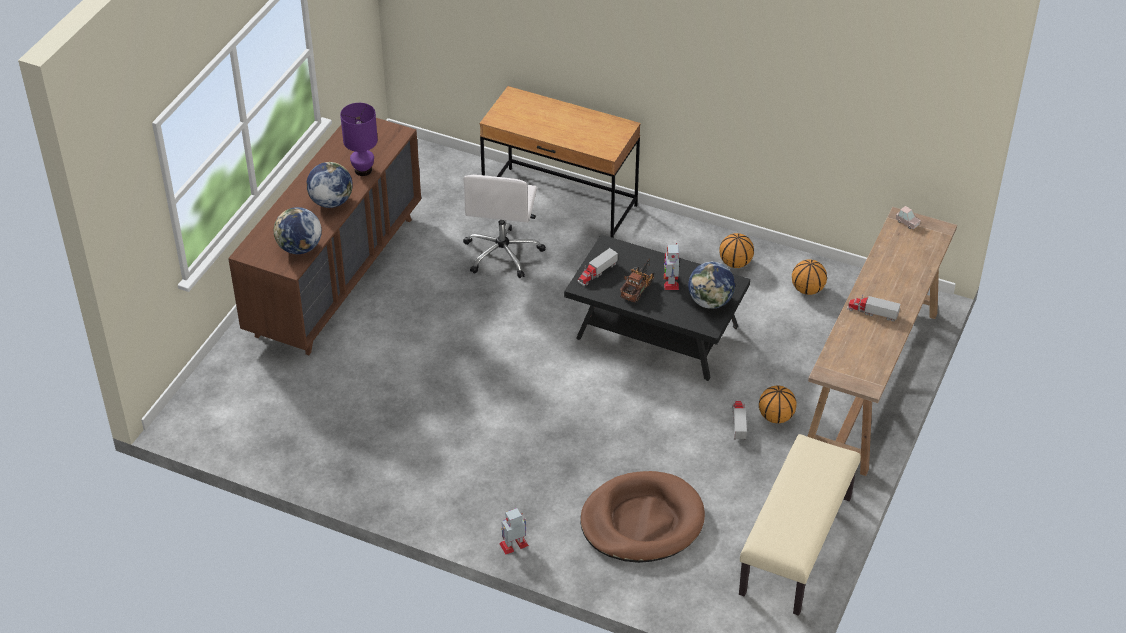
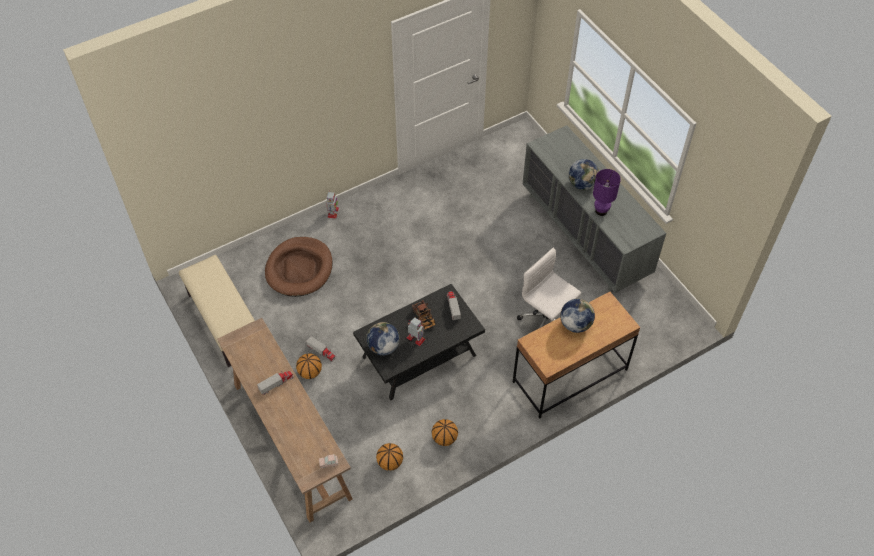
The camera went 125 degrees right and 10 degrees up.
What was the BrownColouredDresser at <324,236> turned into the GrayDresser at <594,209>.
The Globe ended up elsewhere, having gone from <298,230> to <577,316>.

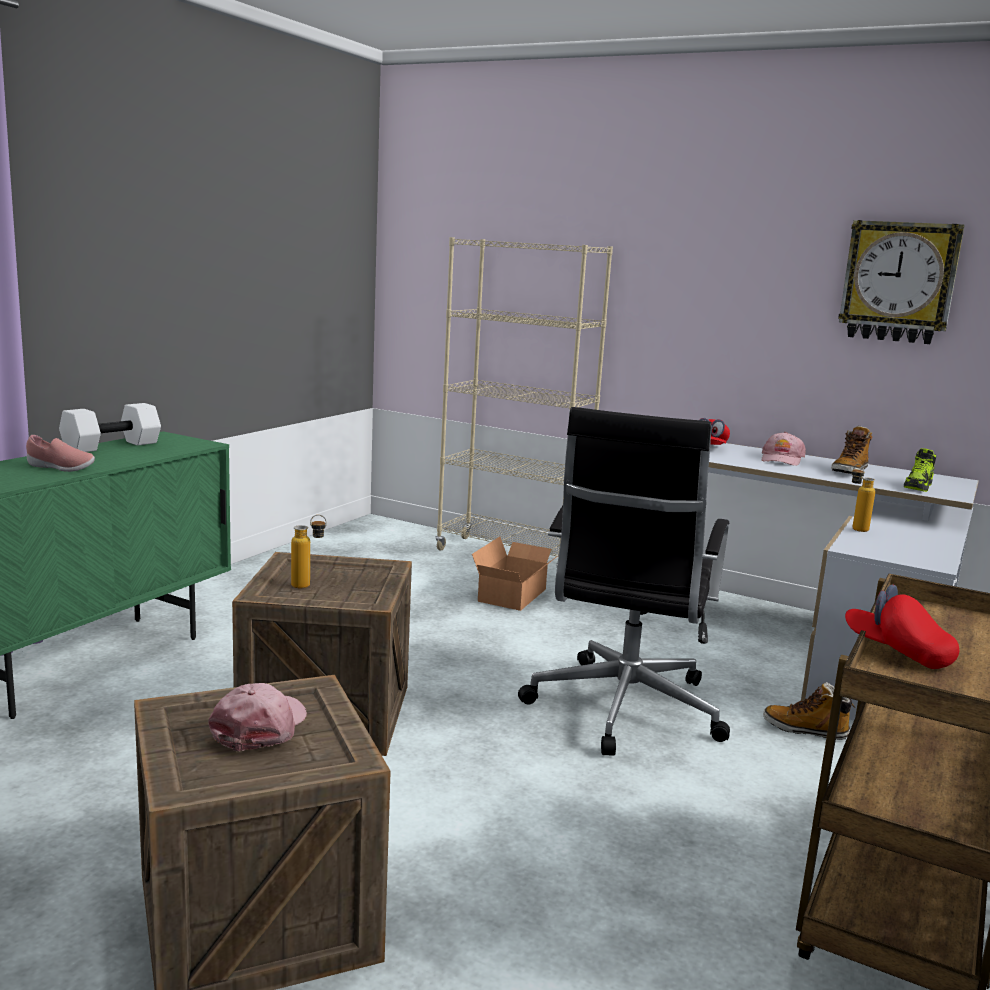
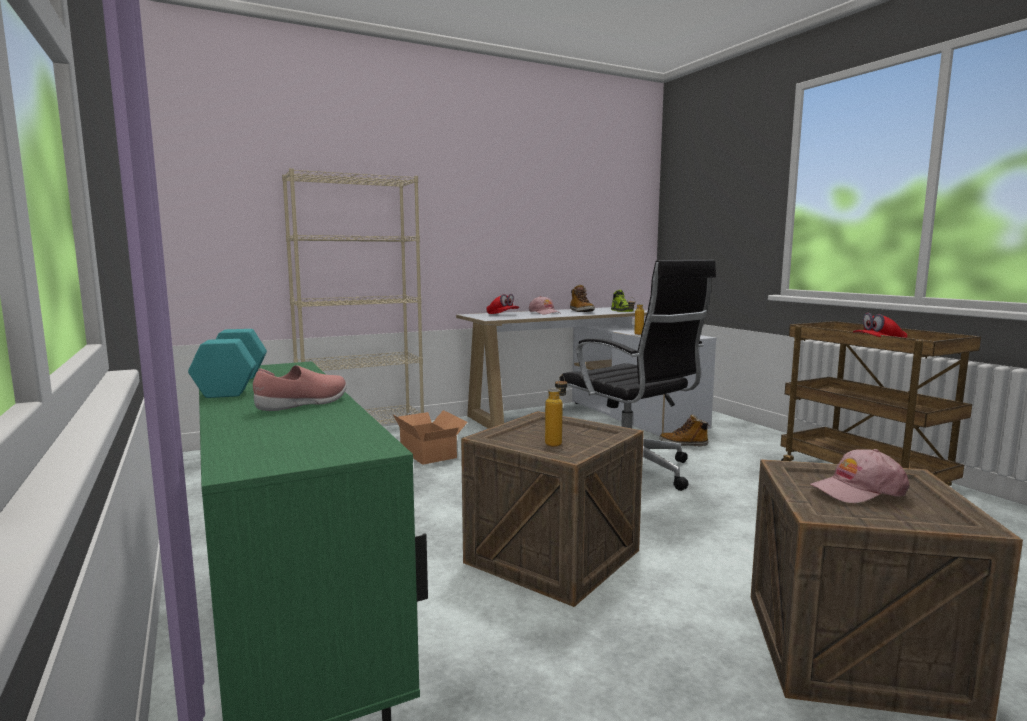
The camera went 55 degrees left and 5 degrees down.
What was the WhitishDumbbell at <110,427> turned into the TurquoiseColouredDumbbell at <227,363>.
The Boot at <809,711> ended up facing another way, 45 degrees clockwise from before.
The PinkishPeakedCap at <257,717> ended up facing another way, 60 degrees counterclockwise from before.
The second view lost the ClockOnTheWall at <901,282>.

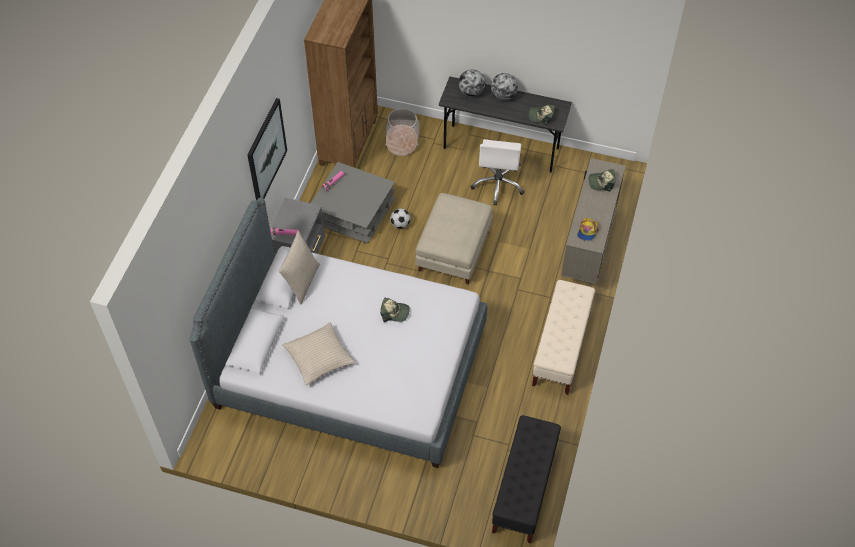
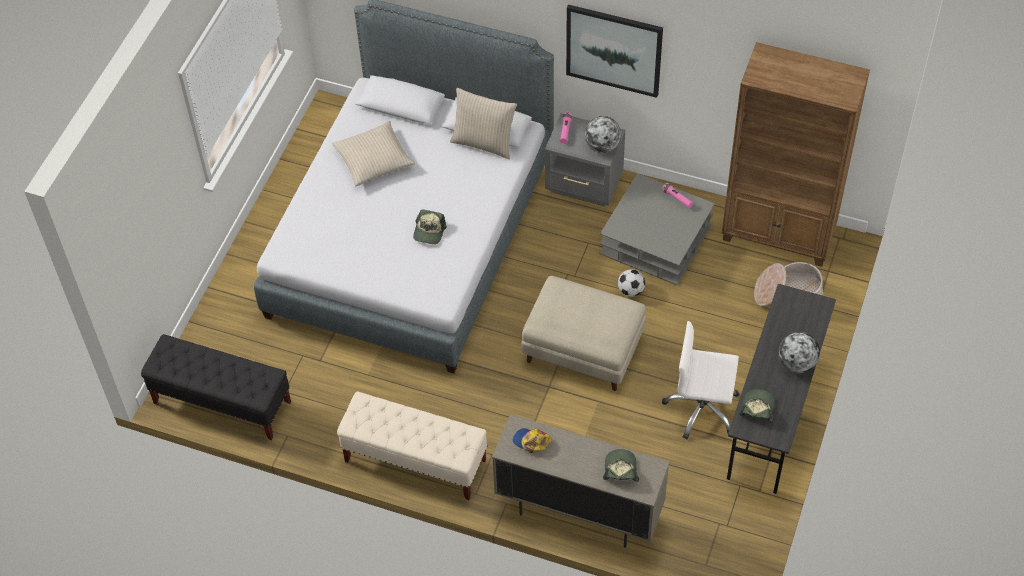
The camera went 95 degrees right and 0 degrees up.
The Globe ended up elsewhere, having gone from <472,83> to <602,134>.

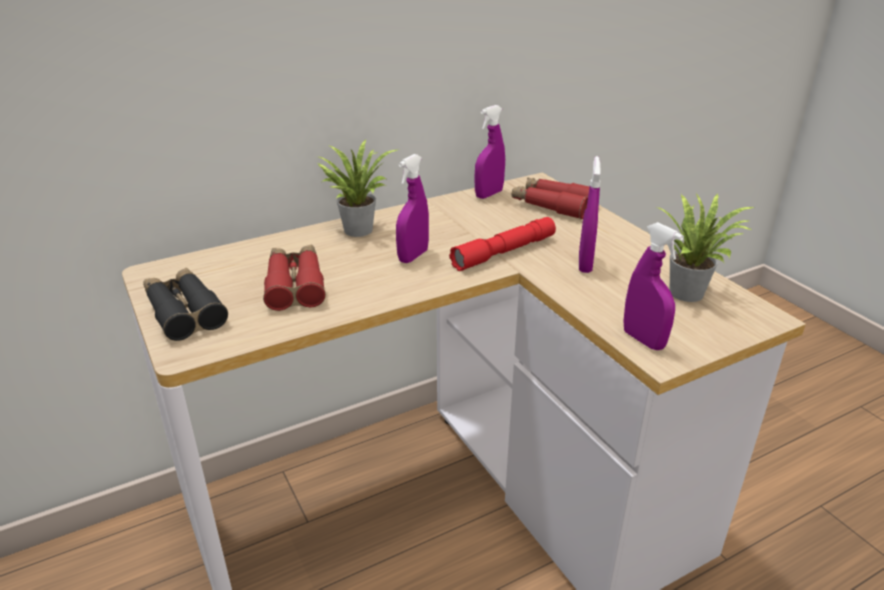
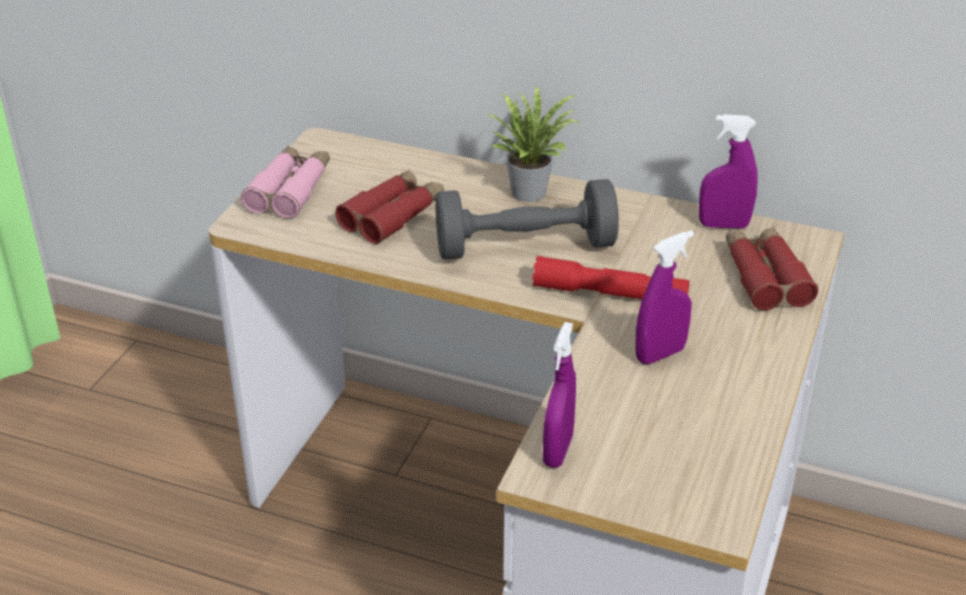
The camera went 50 degrees right and 5 degrees up.
What was the BlackPairOfBinoculars at <185,304> turned into the PinkishPairOfBinoculars at <285,182>.
Where the PurpleColouredSprayer stood at <412,208>, the GrayDumbbell came to stand at <527,219>.
The second view lost the Houseplant at <705,247>.

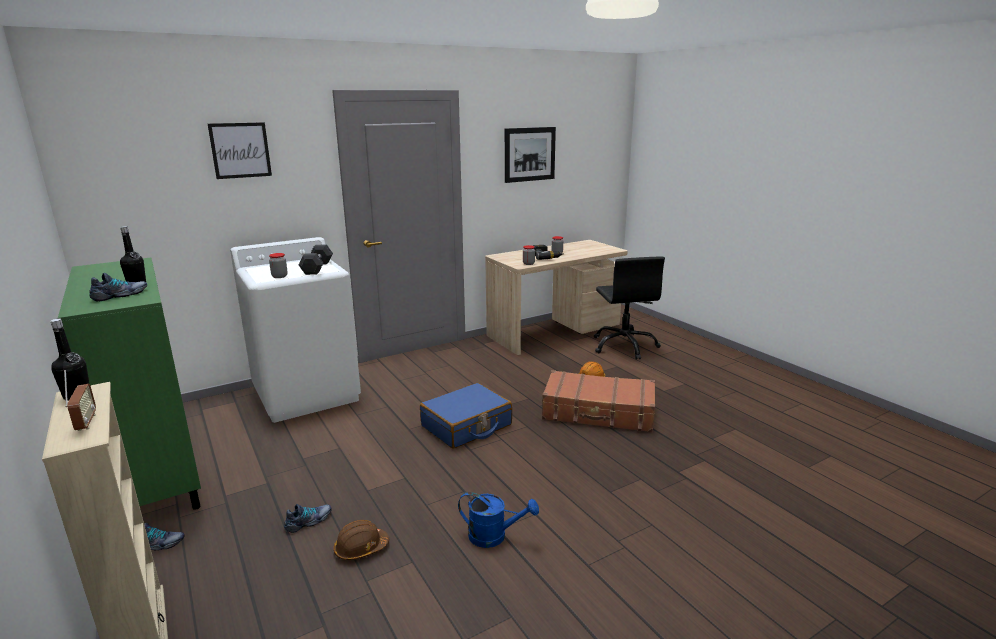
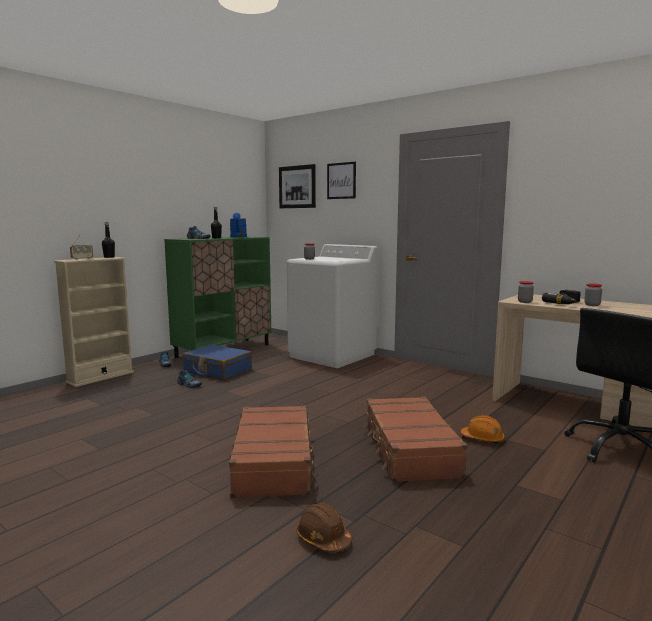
The camera went 70 degrees right and 10 degrees down.
The BlueColouredTravelCase ended up elsewhere, having gone from <466,416> to <217,362>.
The second view gained the BrownColouredTravelCase at <273,451>.
The BlueColouredWateringPot ended up elsewhere, having gone from <498,520> to <238,225>.
The Picture ended up elsewhere, having gone from <530,155> to <297,186>.
The BrownColouredSafetyHelmet ended up elsewhere, having gone from <361,540> to <324,527>.
The second view lost the GrayDumbbell at <316,259>.

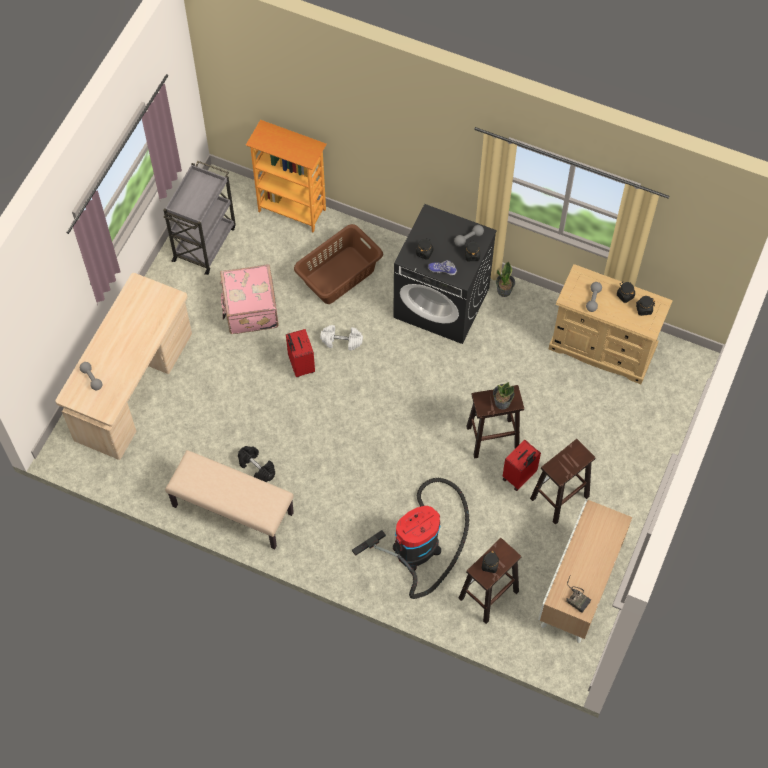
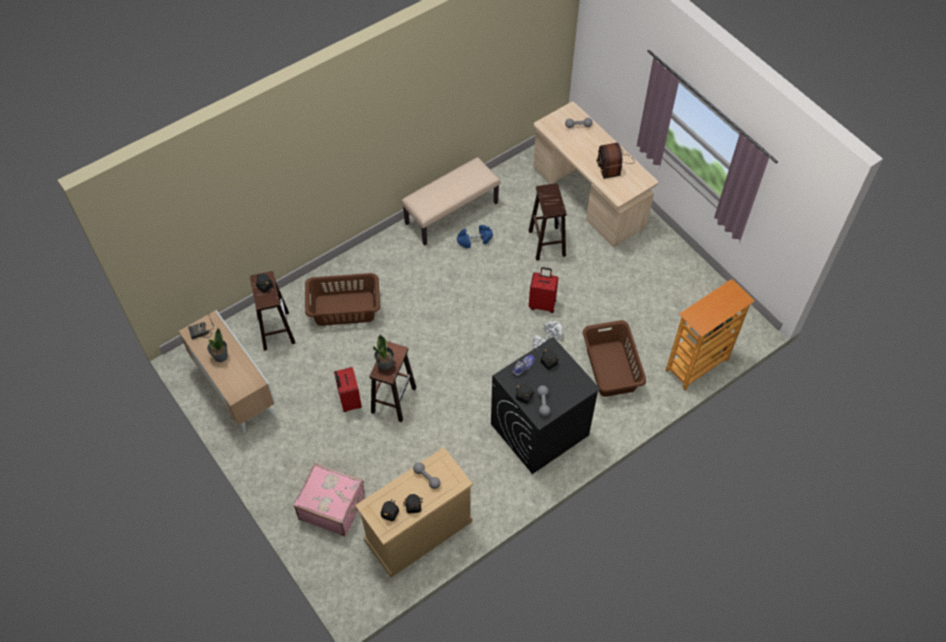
The camera went 120 degrees right and 5 degrees down.
The Houseplant ended up elsewhere, having gone from <505,279> to <217,345>.
The PinkishTravelCase ended up elsewhere, having gone from <249,299> to <329,499>.
Where the Vacuum stood at <410,538>, the BrownColouredWashingBasket came to stand at <342,299>.
What was the BlackDumbbell at <256,464> turned into the BlueColouredDumbbell at <475,236>.
The BrownColouredStool ended up elsewhere, having gone from <562,482> to <547,222>.
The second view gained the RadioSet at <616,161>.
The second view lost the GrayWheeledCart at <199,218>.

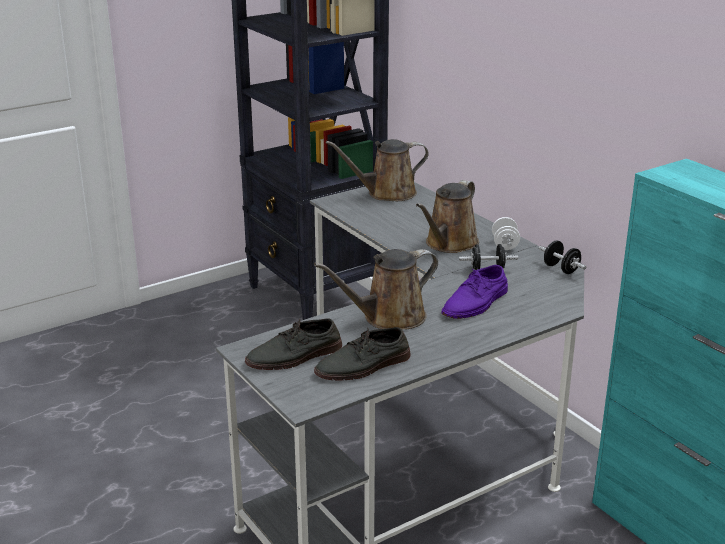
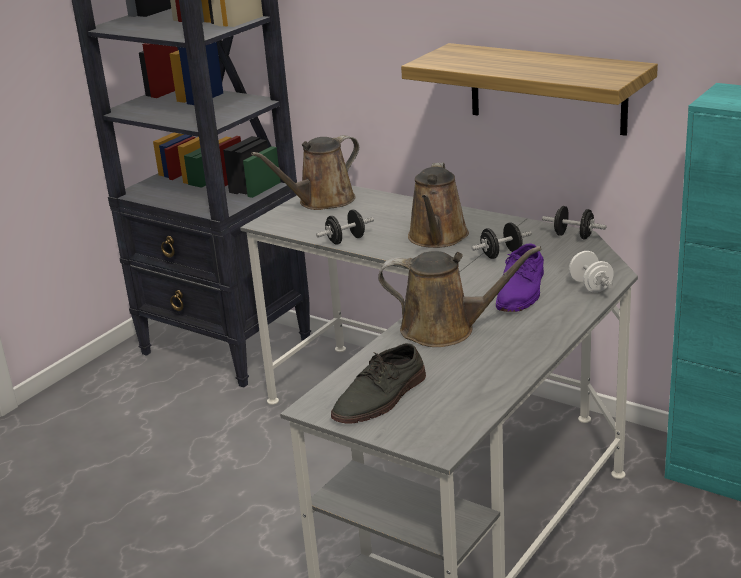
The camera went 20 degrees left and 0 degrees up.
The second view gained the BlackDumbbell at <345,227>.
The BrownColouredWateringPot at <376,289> ended up facing another way, 120 degrees counterclockwise from before.
The second view gained the Shelf at <529,89>.
The WhitishDumbbell ended up elsewhere, having gone from <506,233> to <591,272>.
The second view lost the GrayShoe at <362,353>.

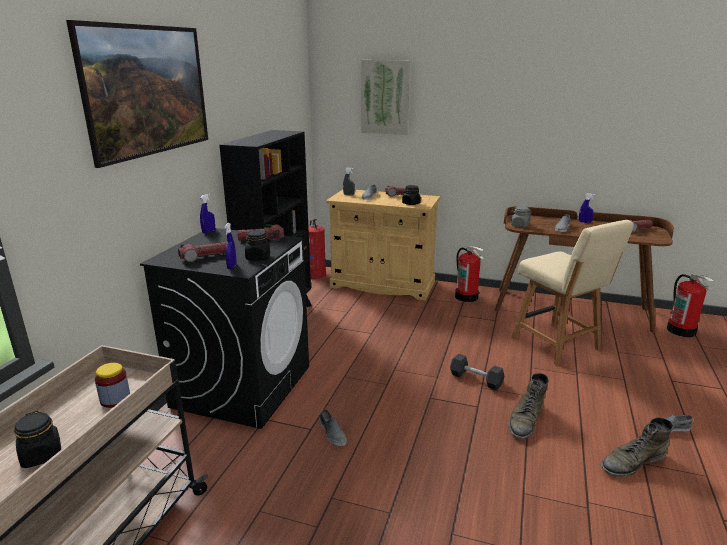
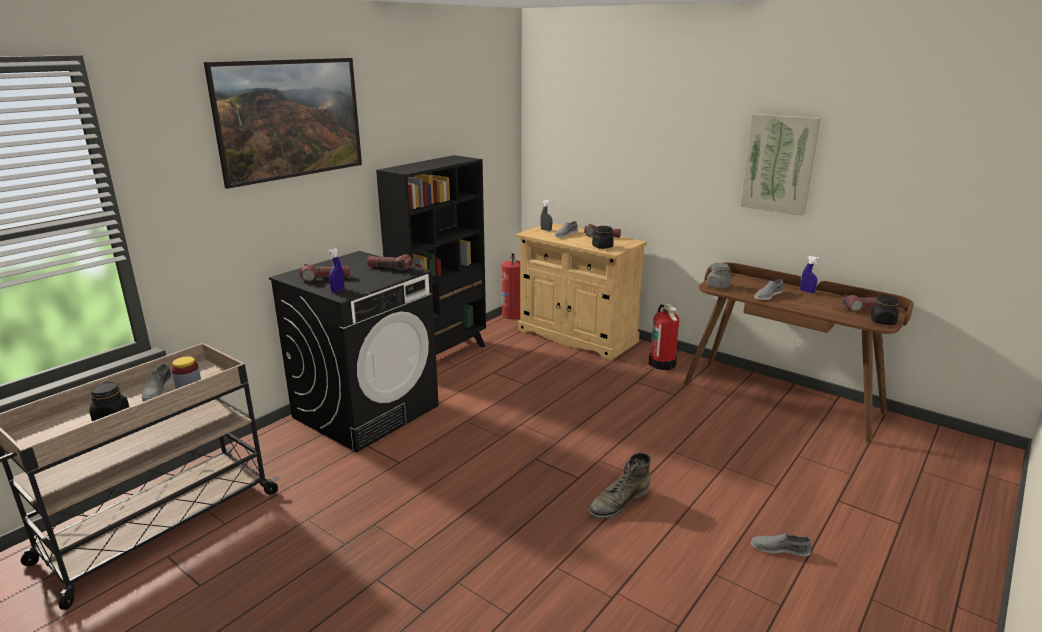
The camera went 20 degrees right and 0 degrees up.
The GrayShoe ended up elsewhere, having gone from <333,427> to <156,383>.
The Picture ended up elsewhere, having gone from <385,97> to <780,165>.
The BlackJar ended up elsewhere, having gone from <257,245> to <885,310>.
The second view lost the BlueColouredSprayer at <207,214>.
The second view lost the BlackDumbbell at <477,372>.
The second view lost the BeigeChair at <572,293>.
The second view lost the GreenishBoot at <637,447>.
The second view lost the FireFightingCylinder at <690,305>.

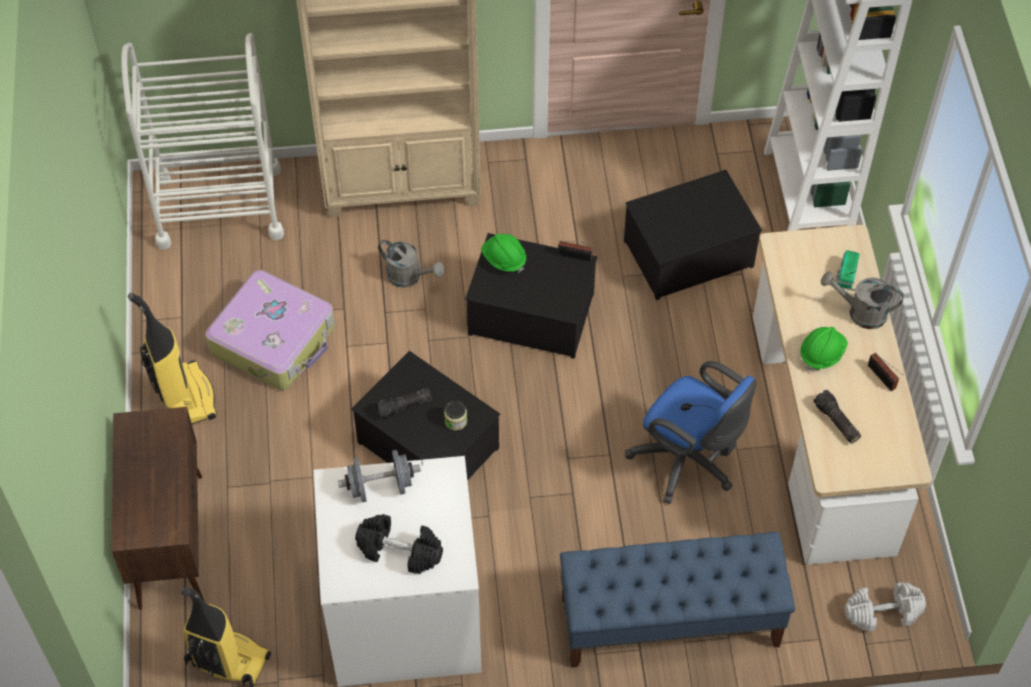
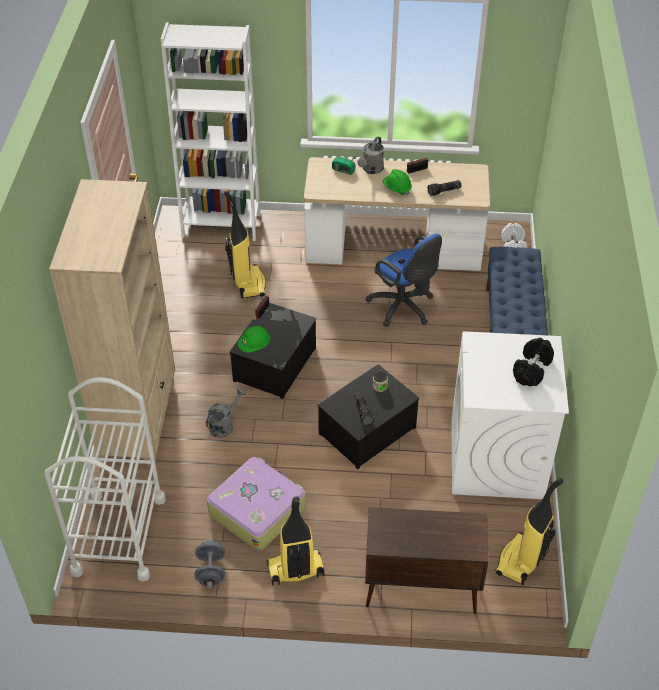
The camera went 80 degrees left and 10 degrees down.
The GrayDumbbell ended up elsewhere, having gone from <379,476> to <209,564>.
Where the StorageBin stood at <693,235>, the Vacuum came to stand at <245,244>.
The BlueColouredOfficeChair at <691,432> ended up facing another way, 90 degrees clockwise from before.

